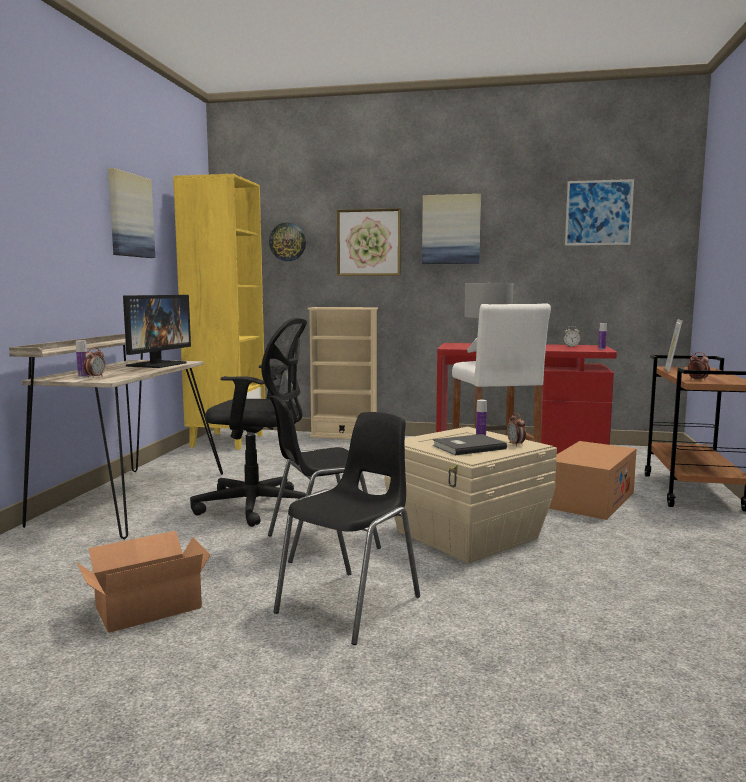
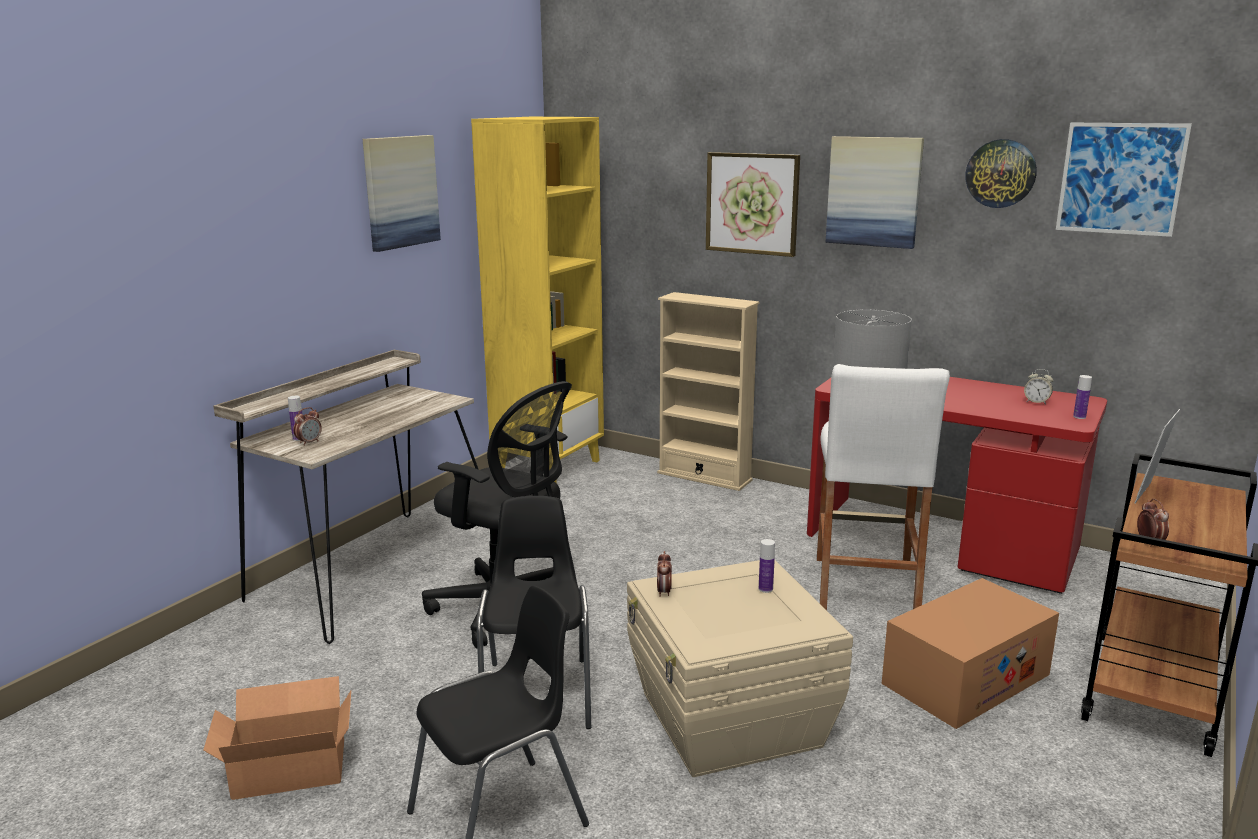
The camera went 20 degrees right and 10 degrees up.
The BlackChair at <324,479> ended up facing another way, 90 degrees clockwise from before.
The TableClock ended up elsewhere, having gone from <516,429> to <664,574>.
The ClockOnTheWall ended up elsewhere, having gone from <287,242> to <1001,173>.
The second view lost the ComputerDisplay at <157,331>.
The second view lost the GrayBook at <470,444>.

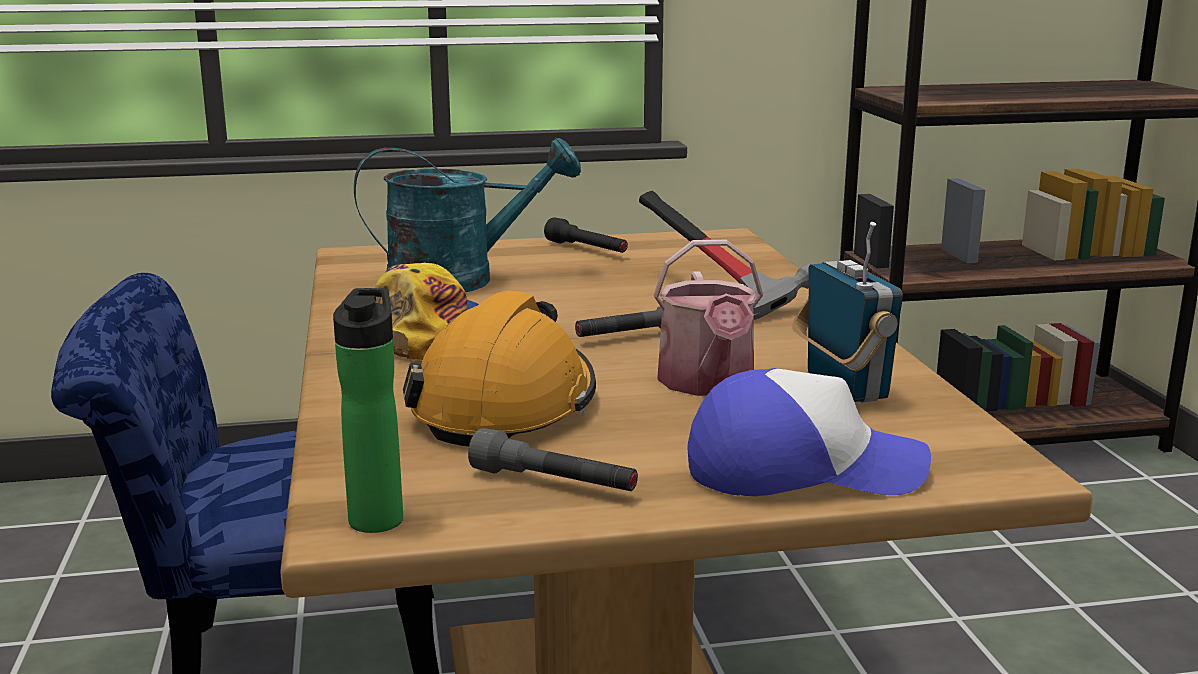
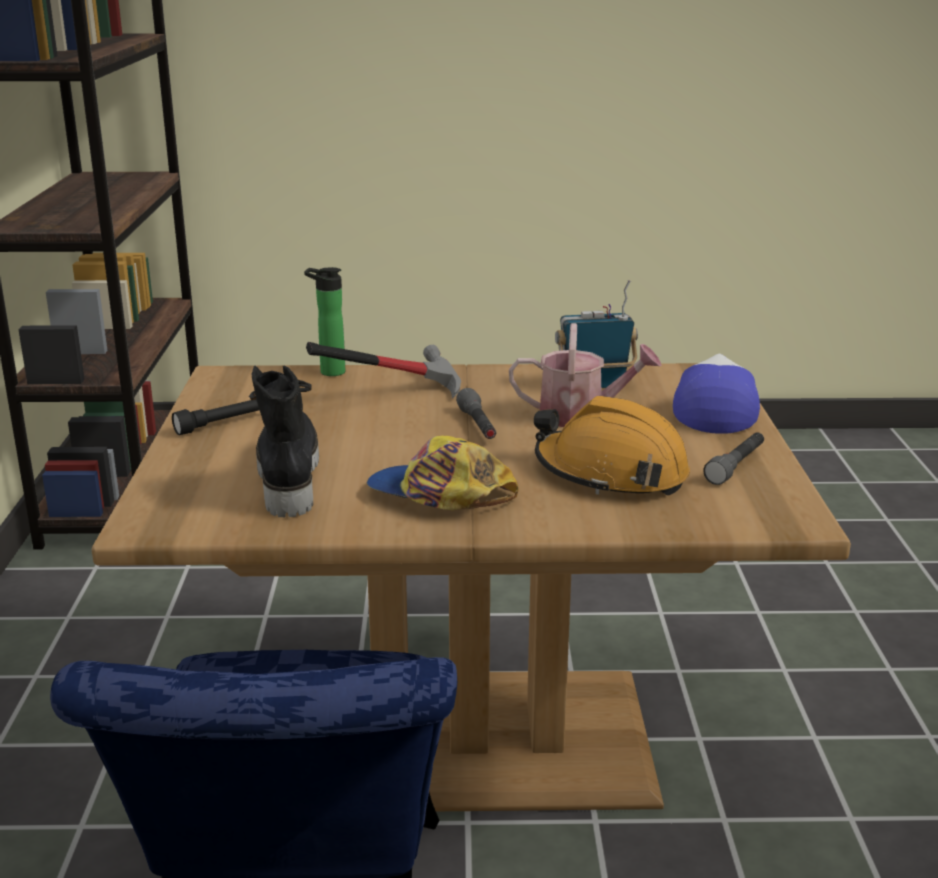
The camera went 80 degrees left and 5 degrees up.
Where the TurquoiseColouredWateringPot stood at <467,215>, the BlackBoot came to stand at <284,441>.
The BeverageBottle ended up elsewhere, having gone from <368,410> to <324,321>.

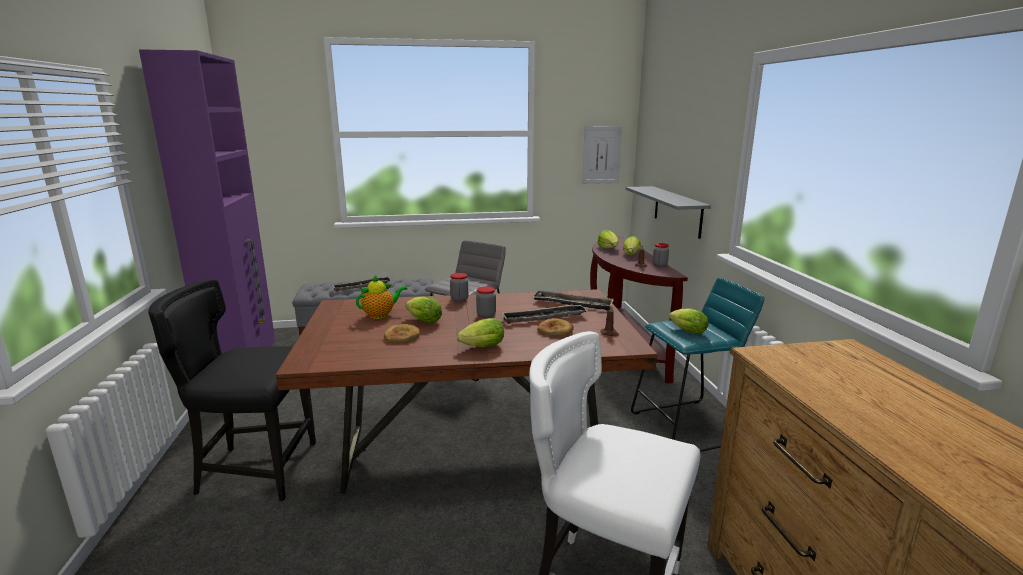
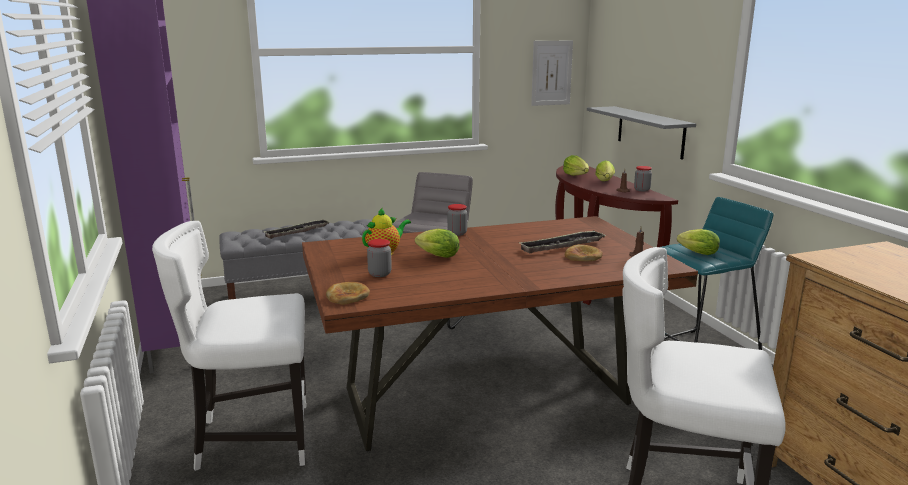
The camera went 10 degrees left and 0 degrees up.
What was the BlackChair at <232,390> turned into the WhitishChair at <229,346>.
The BakedBread ended up elsewhere, having gone from <402,333> to <348,293>.
The Jar ended up elsewhere, having gone from <486,302> to <379,258>.
The second view lost the HeadOfLettuce at <480,332>.
The second view lost the CarryingTray at <573,300>.

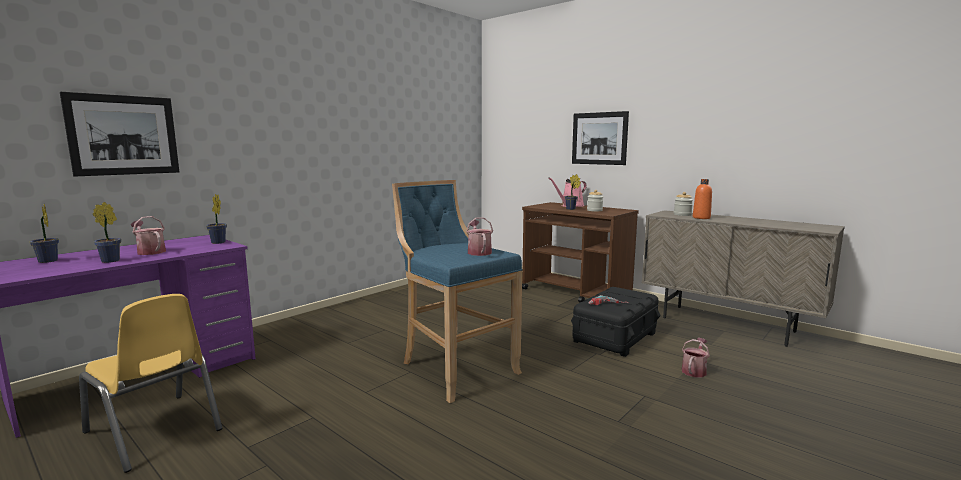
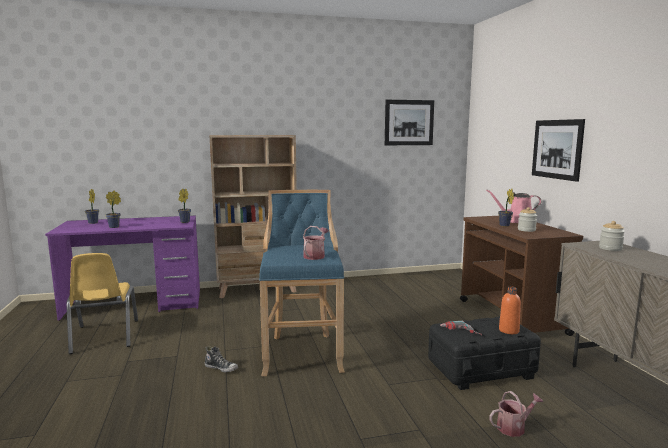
The camera went 35 degrees right and 0 degrees up.
The second view gained the Shoe at <221,359>.
The second view gained the BeigeShelvingUnit at <253,216>.
The Picture ended up elsewhere, having gone from <119,134> to <409,122>.
The OrangeBeverageBottle ended up elsewhere, having gone from <702,199> to <510,310>.
The second view lost the WateringPot at <148,235>.

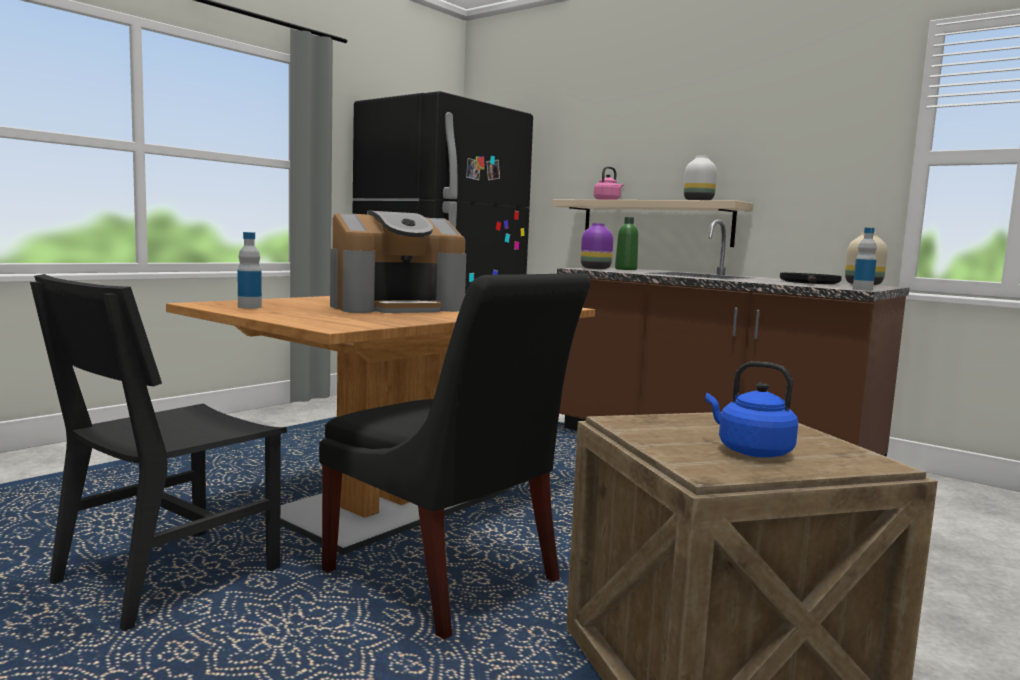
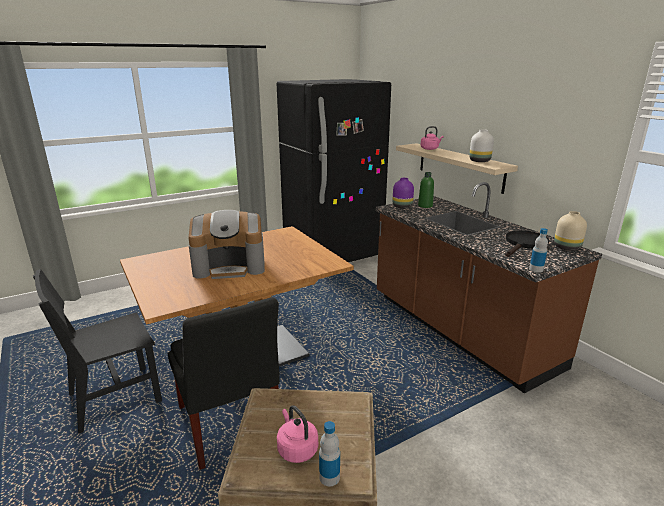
The camera went 20 degrees right and 15 degrees up.
What was the BlueColouredTeaKettle at <752,409> turned into the PinkishTeaKettle at <297,434>.
The BeverageBottle ended up elsewhere, having gone from <250,270> to <329,453>.

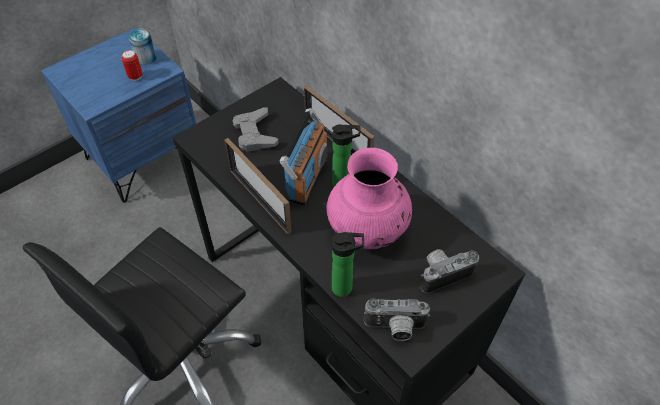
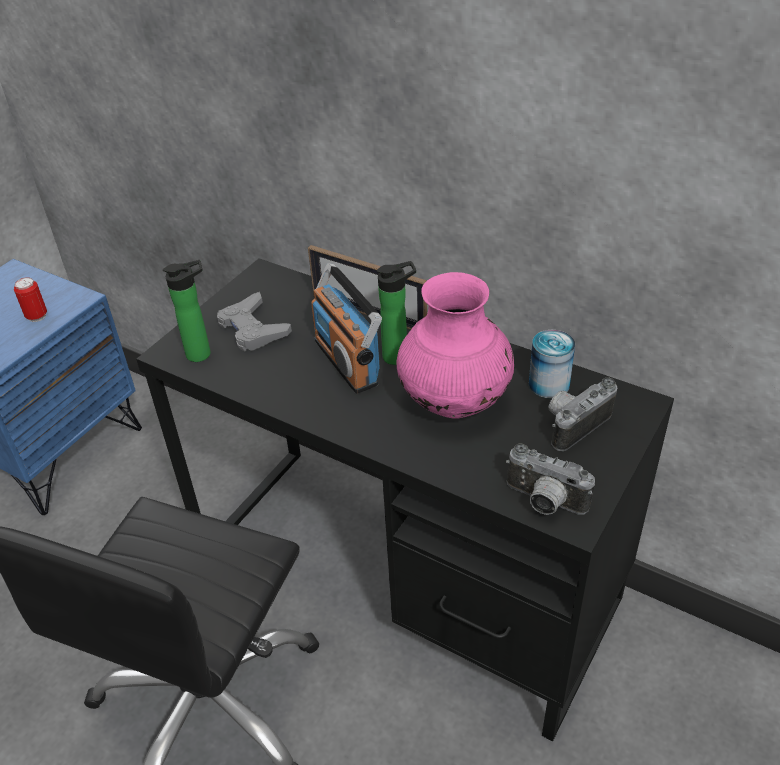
The camera went 15 degrees left and 10 degrees down.
The BeverageBottle ended up elsewhere, having gone from <347,264> to <187,311>.
The RadioSet at <304,156> ended up facing another way, 150 degrees clockwise from before.
The StillCamera at <397,319> ended up facing another way, 45 degrees clockwise from before.
The SealedCan ended up elsewhere, having gone from <142,47> to <552,364>.
The second view lost the PictureFrame at <258,186>.

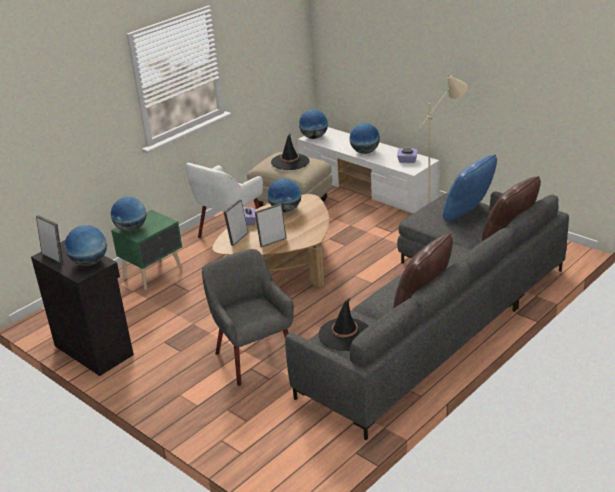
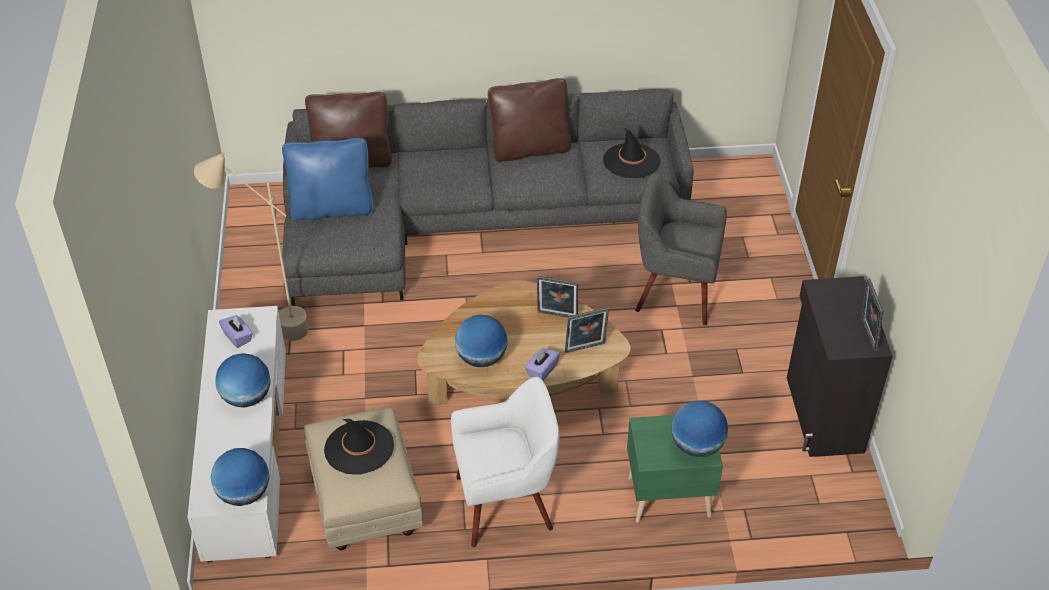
The camera went 140 degrees left and 15 degrees up.
The GrayEasyChair at <248,317> ended up facing another way, 90 degrees clockwise from before.
The second view lost the Globe at <86,245>.

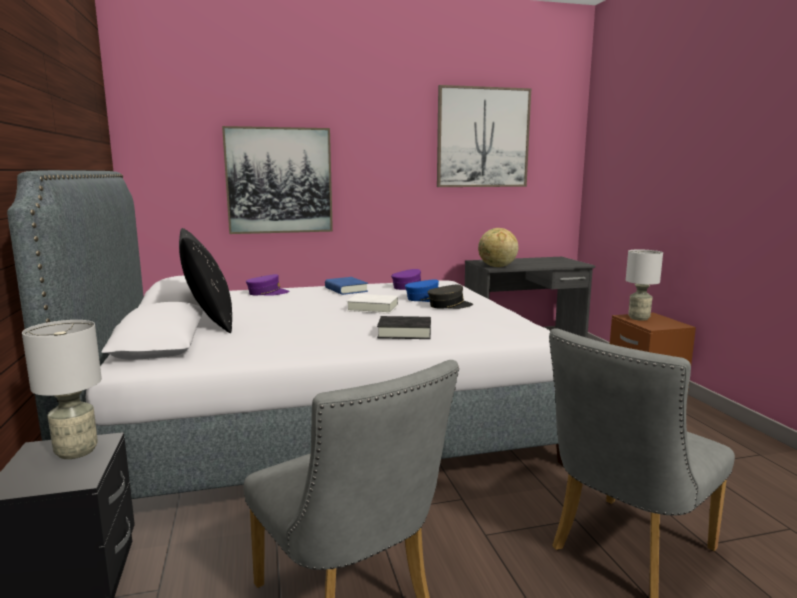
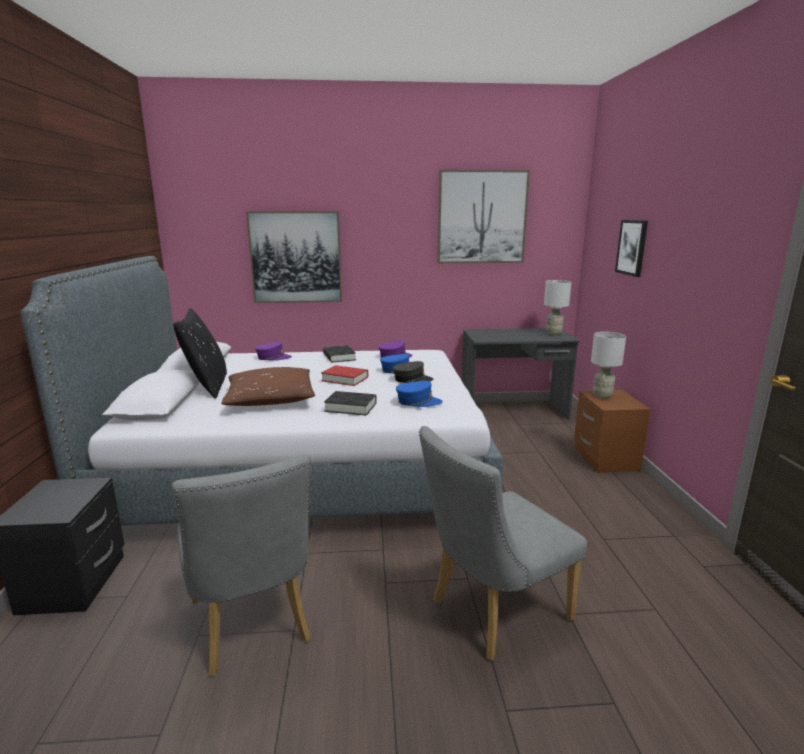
The camera went 10 degrees right and 5 degrees up.
The second view gained the BrownColouredPillow at <268,386>.
What was the WhitishBook at <373,304> turned into the RedColouredBook at <344,375>.
What was the BlueColouredBook at <346,286> turned into the BlackBook at <339,354>.
The second view gained the BlueColouredPeakedCap at <419,394>.
The GrayLampForATable ended up elsewhere, having gone from <62,389> to <557,307>.
The second view gained the Picture at <631,248>.
The second view lost the Globe at <498,247>.

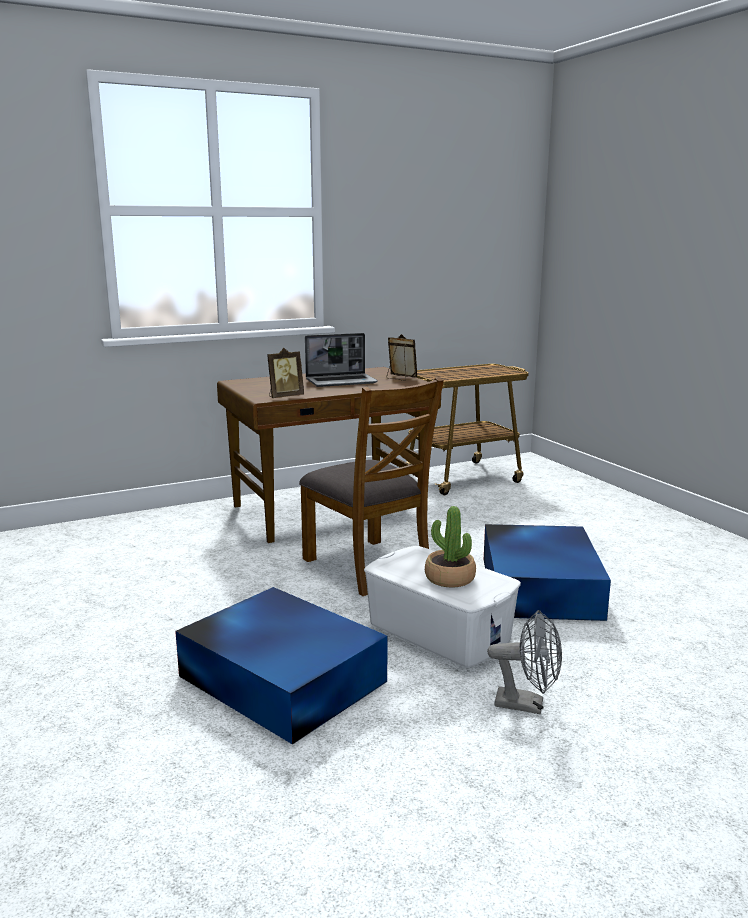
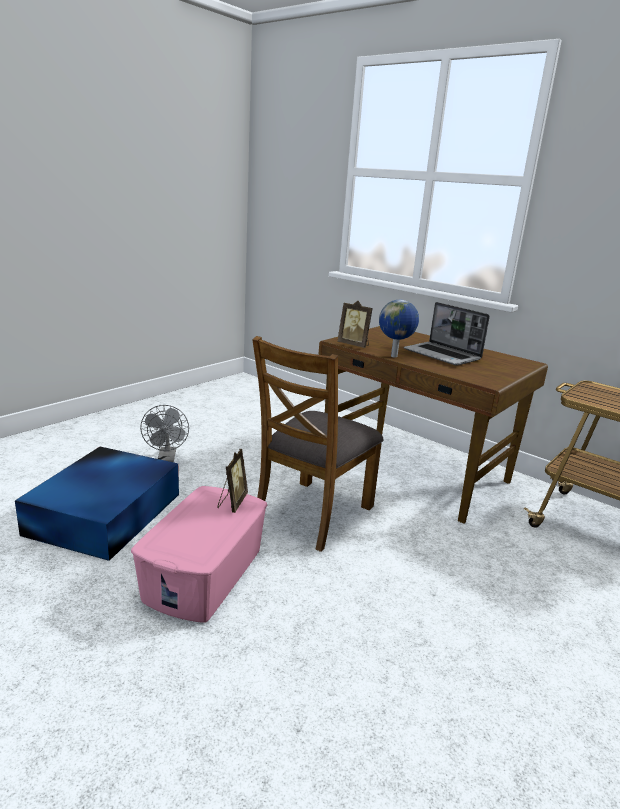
The camera went 65 degrees right and 5 degrees up.
What was the WhitishStorageBin at <442,606> turned into the PinkishStorageBin at <199,554>.
The GrayFan ended up elsewhere, having gone from <524,662> to <164,433>.
The PictureFrame ended up elsewhere, having gone from <401,357> to <232,481>.
The second view gained the Globe at <399,328>.
The second view lost the Houseplant at <450,547>.
The second view lost the BlueColouredStorageBin at <547,572>.

